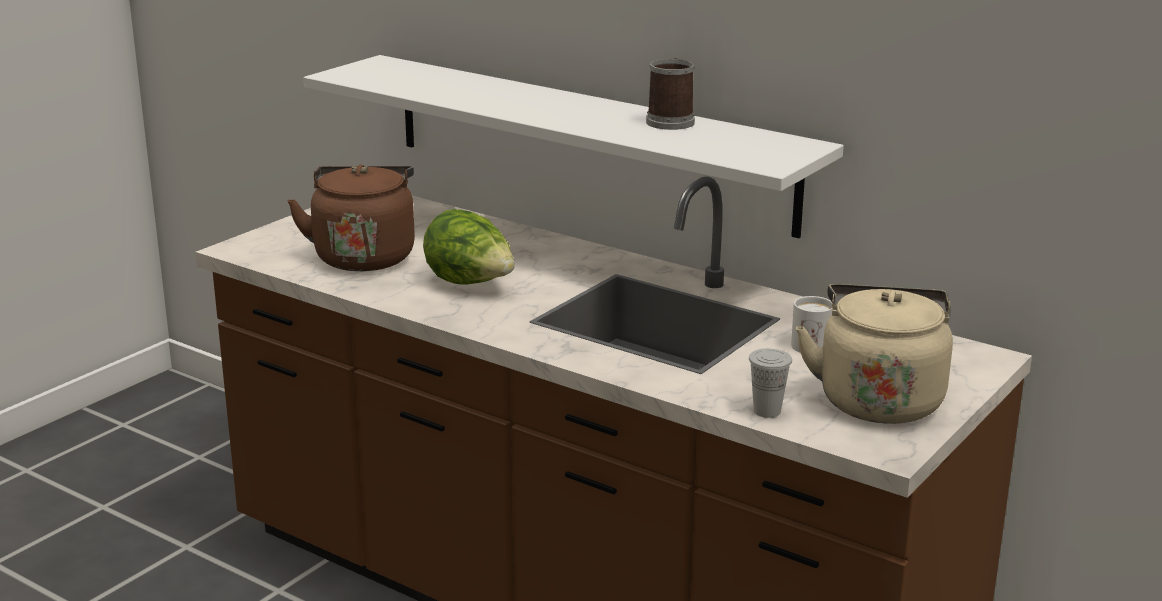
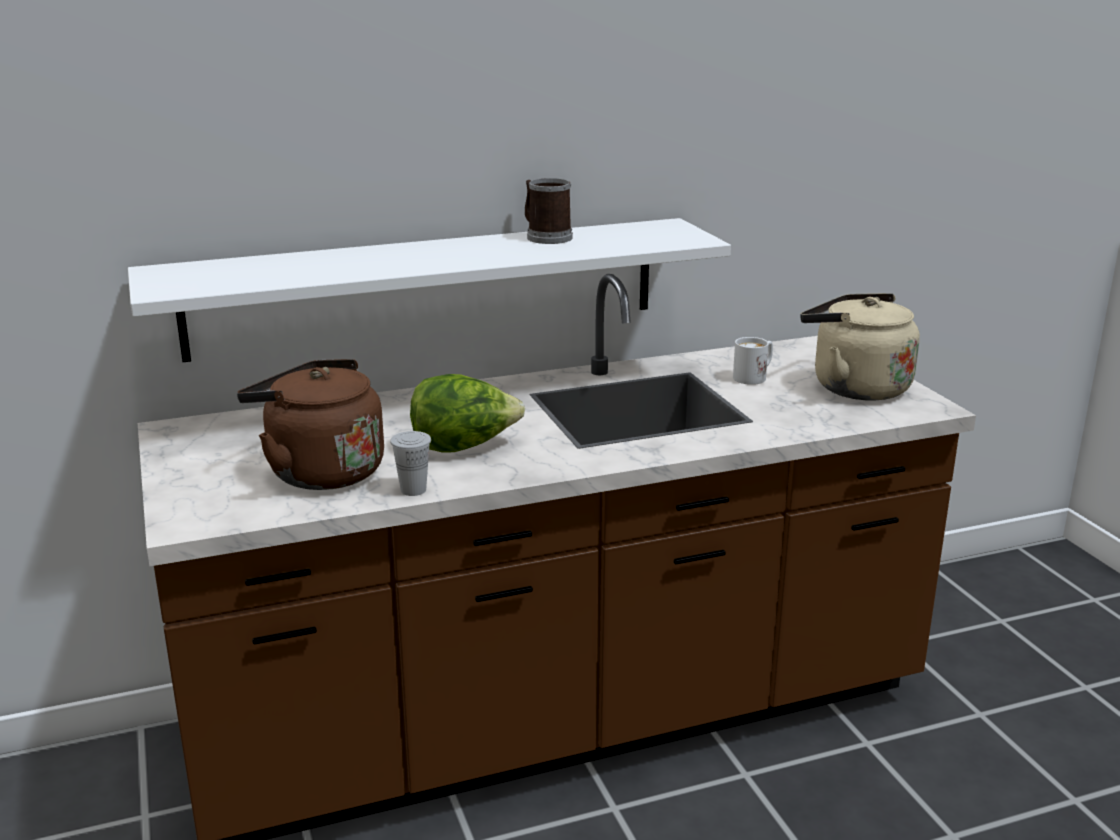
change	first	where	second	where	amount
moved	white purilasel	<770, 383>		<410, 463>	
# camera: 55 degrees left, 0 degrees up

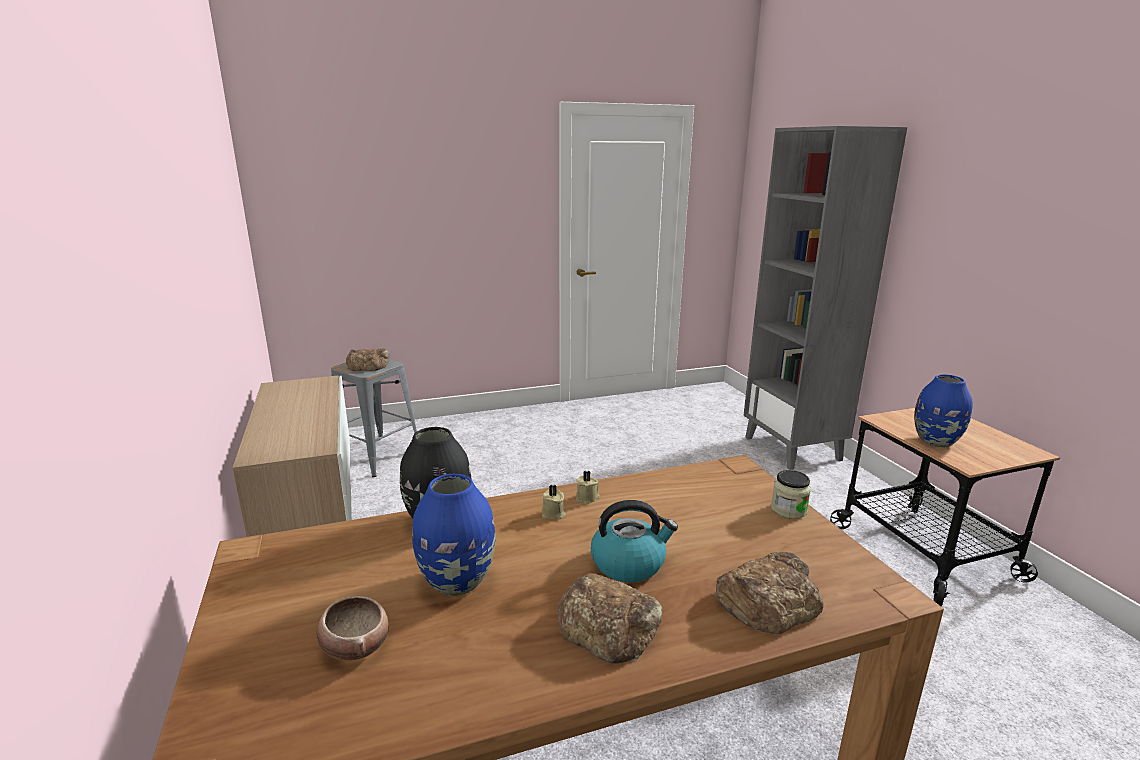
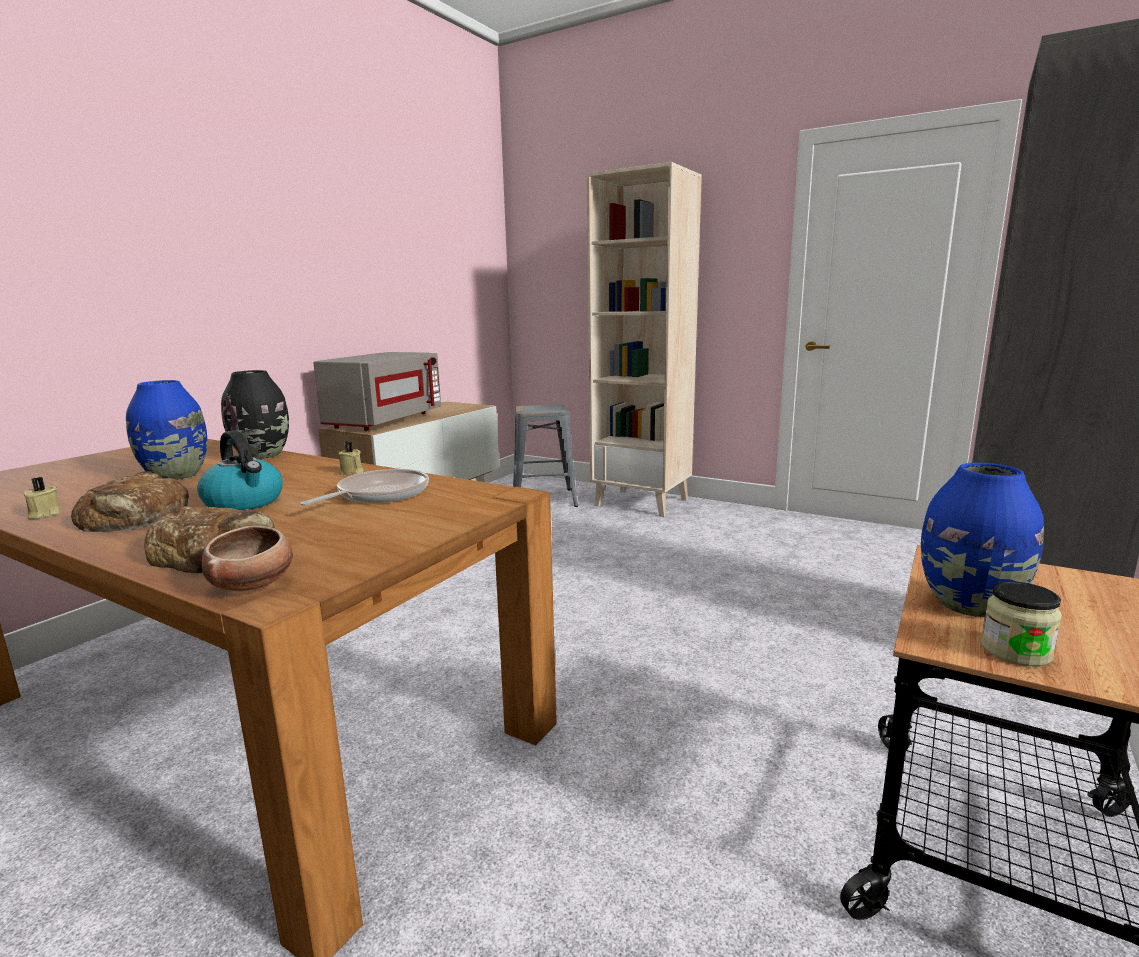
change	first	where	second	where	amount
removed	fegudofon	<368, 360>			
added			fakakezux	<364, 487>	
added			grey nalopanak	<377, 391>	
added			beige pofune	<644, 339>	
moved	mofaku	<353, 628>		<247, 558>	
moved	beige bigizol	<554, 502>		<42, 498>	
moved	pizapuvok	<791, 494>		<1021, 624>	
# camera: 50 degrees right, 5 degrees down

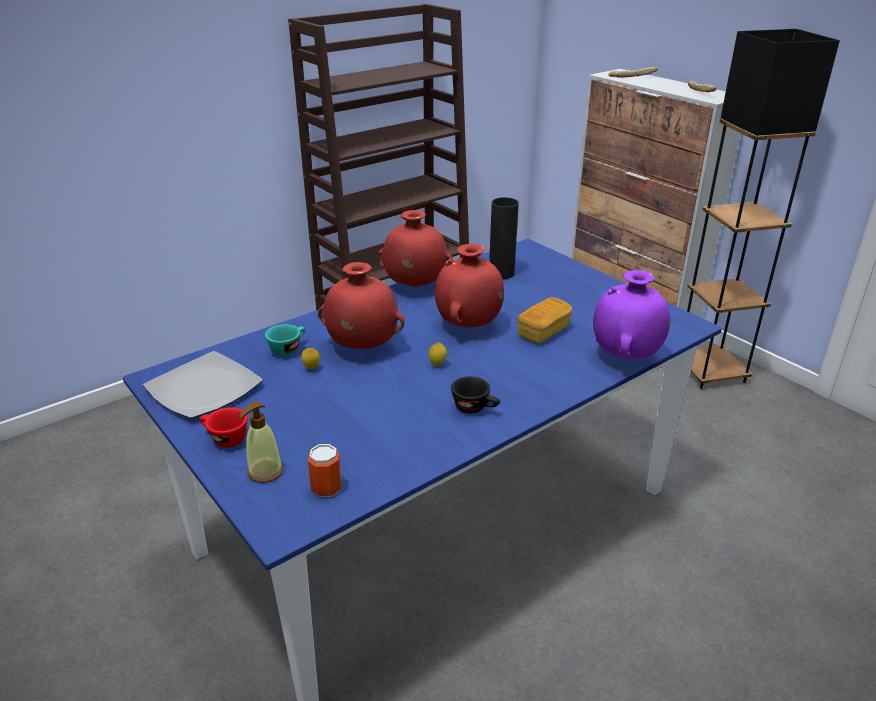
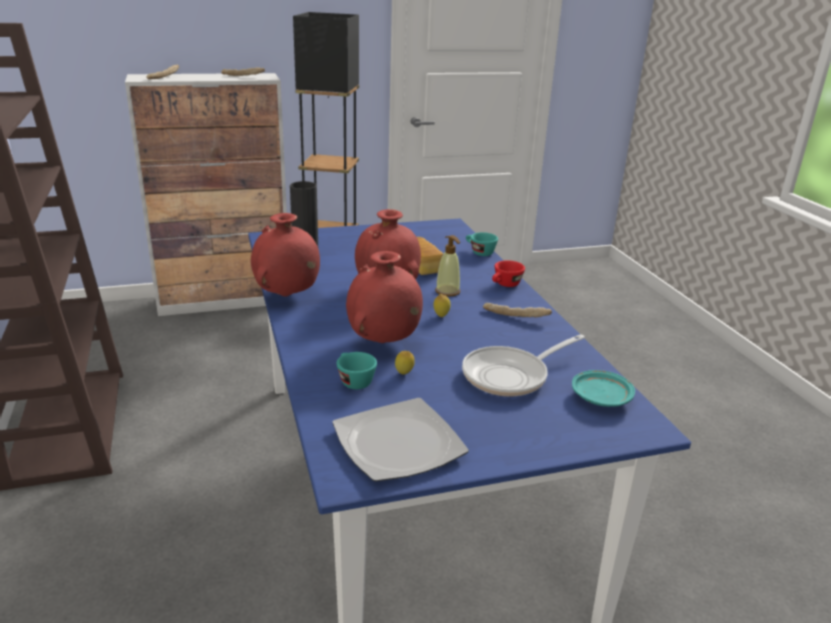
change	first	where	second	where	amount
added			fakakezux	<523, 365>	
moved	red purilasel	<223, 427>		<508, 273>	
moved	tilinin	<261, 442>		<447, 266>	
replaced	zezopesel	<325, 470>	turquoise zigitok	<603, 388>	
replaced	black purilasel	<475, 394>	fegudofon	<517, 310>	
replaced	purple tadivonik	<631, 314>	turquoise purilasel	<482, 244>	
# camera: 70 degrees left, 5 degrees down

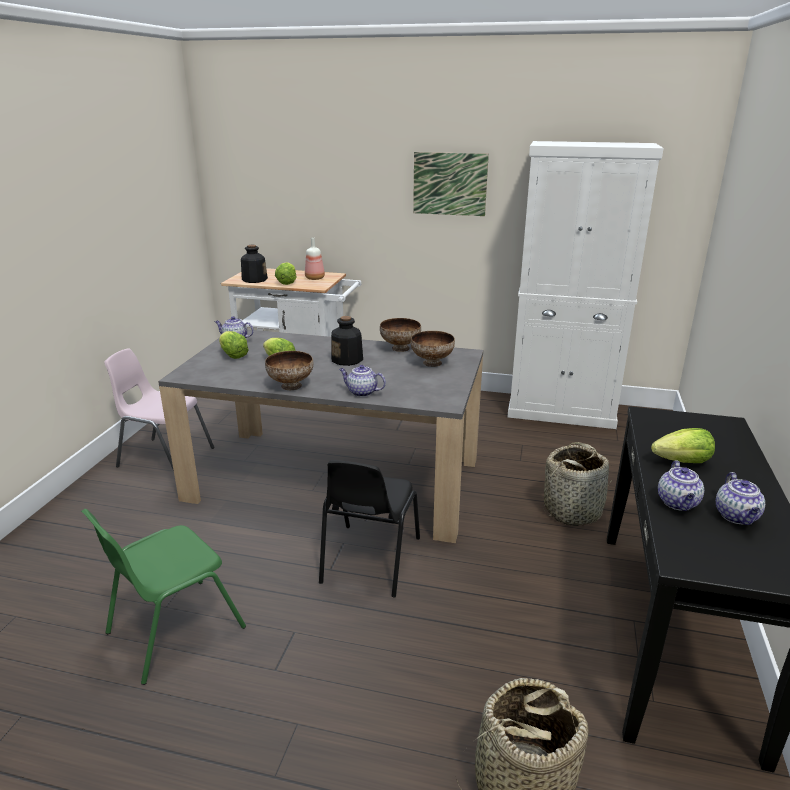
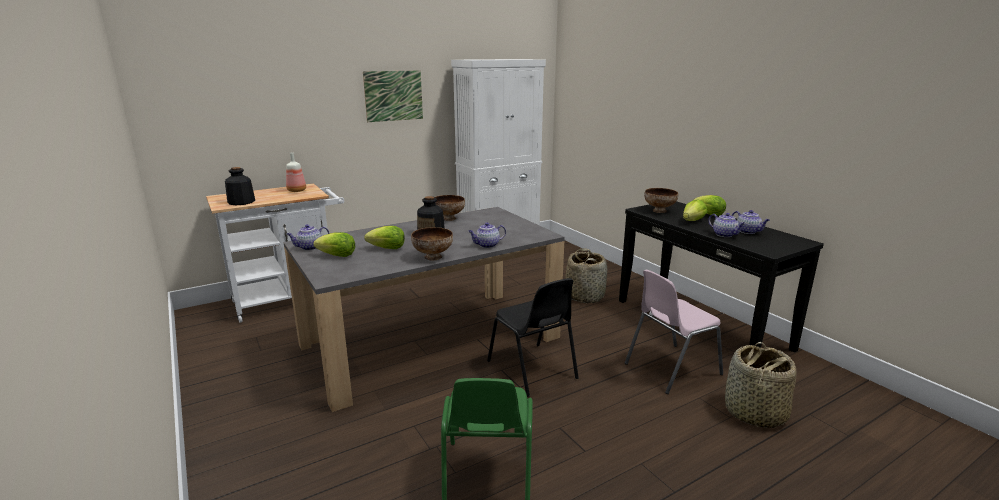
change	first	where	second	where	amount
moved	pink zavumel	<159, 409>		<674, 332>	
moved	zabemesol	<285, 273>		<709, 205>	
moved	mofaku	<433, 349>		<661, 200>	
# camera: 45 degrees left, 5 degrees down

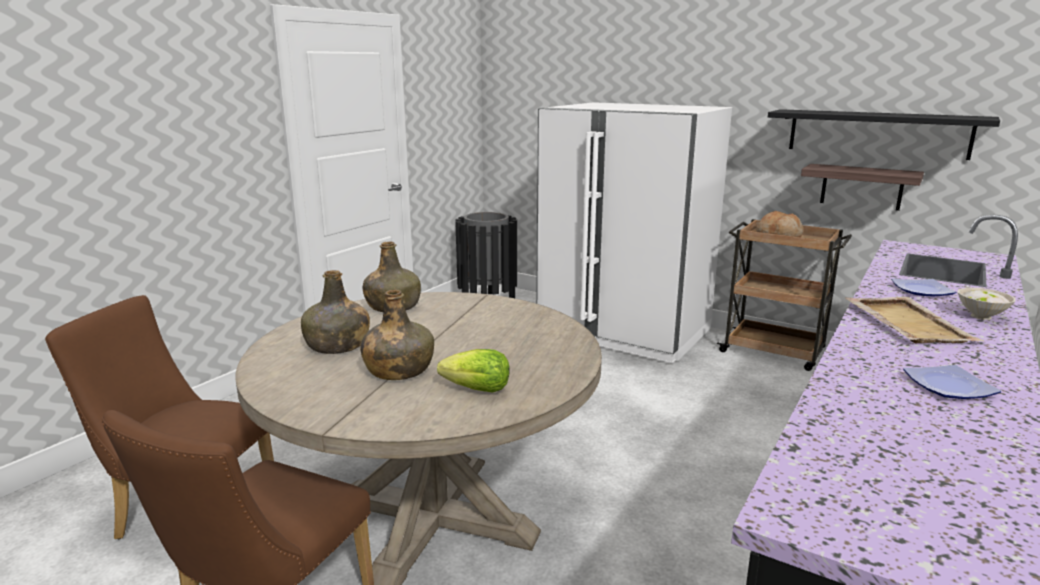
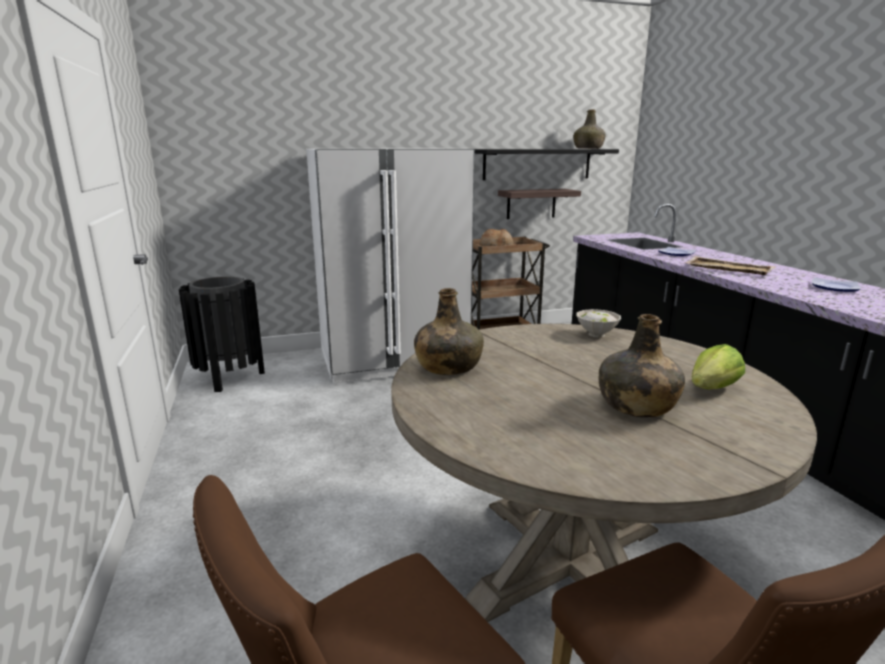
change	first	where	second	where	amount
moved	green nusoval	<335, 312>		<590, 129>	
moved	white mofaku	<986, 304>		<598, 323>	
# camera: 50 degrees left, 0 degrees up

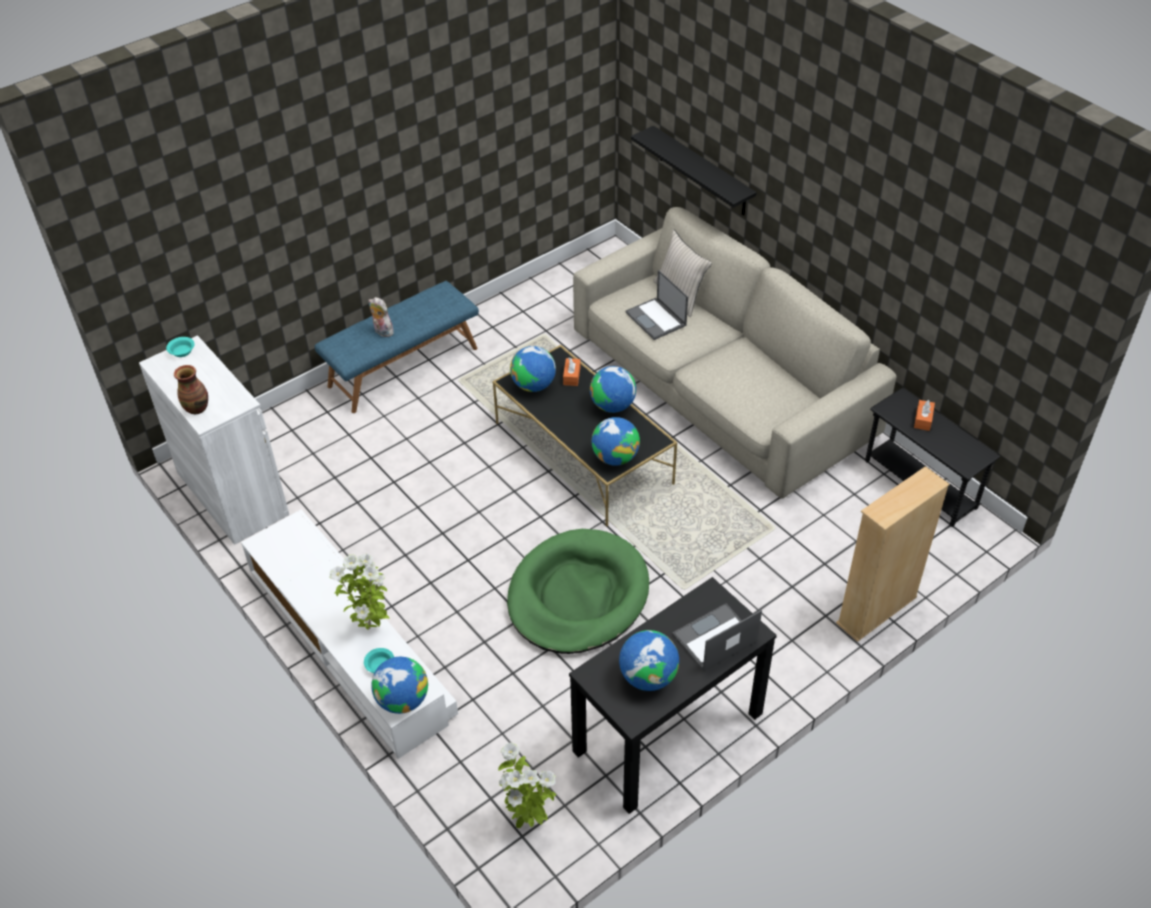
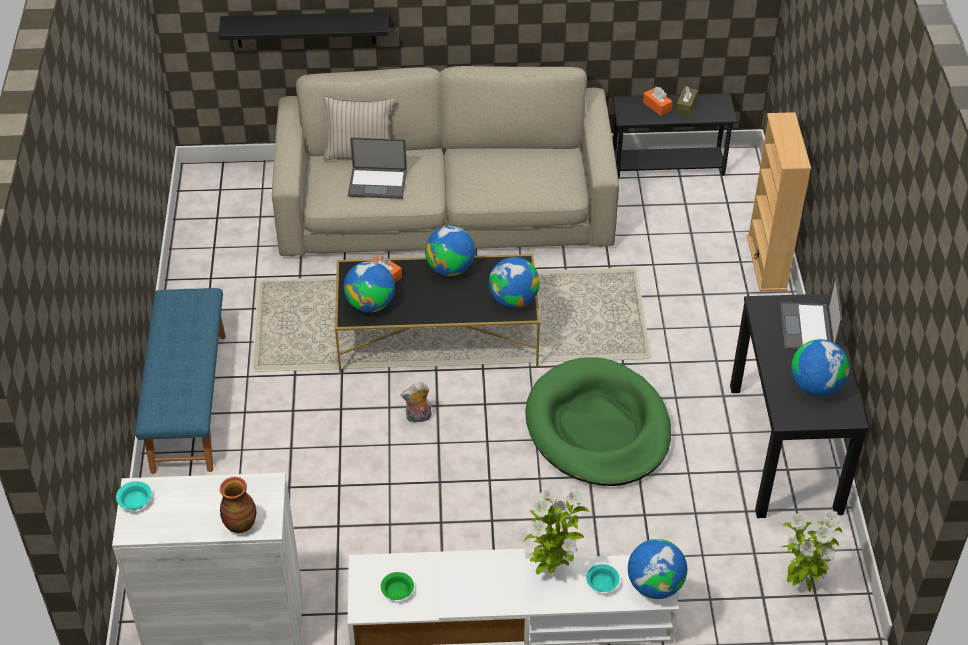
change	first	where	second	where	amount
added			green mofaku	<397, 586>	
added			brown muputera	<687, 101>	
moved	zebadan	<381, 317>		<416, 402>	
# camera: 55 degrees left, 0 degrees up

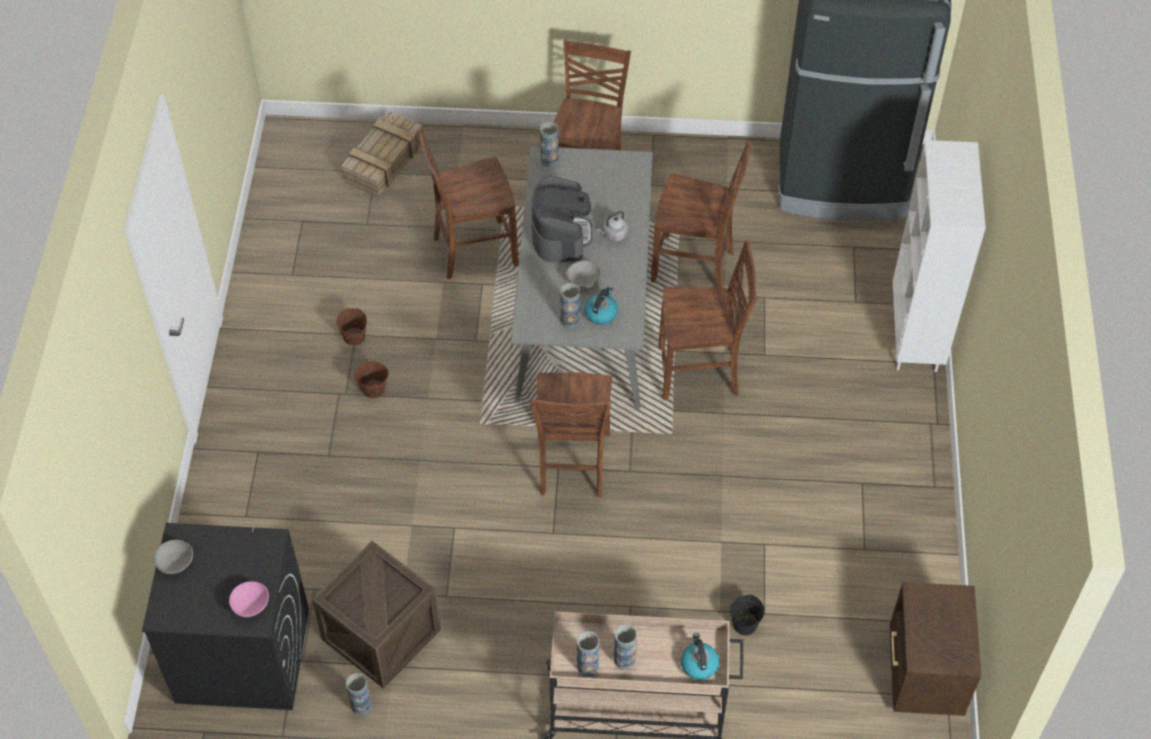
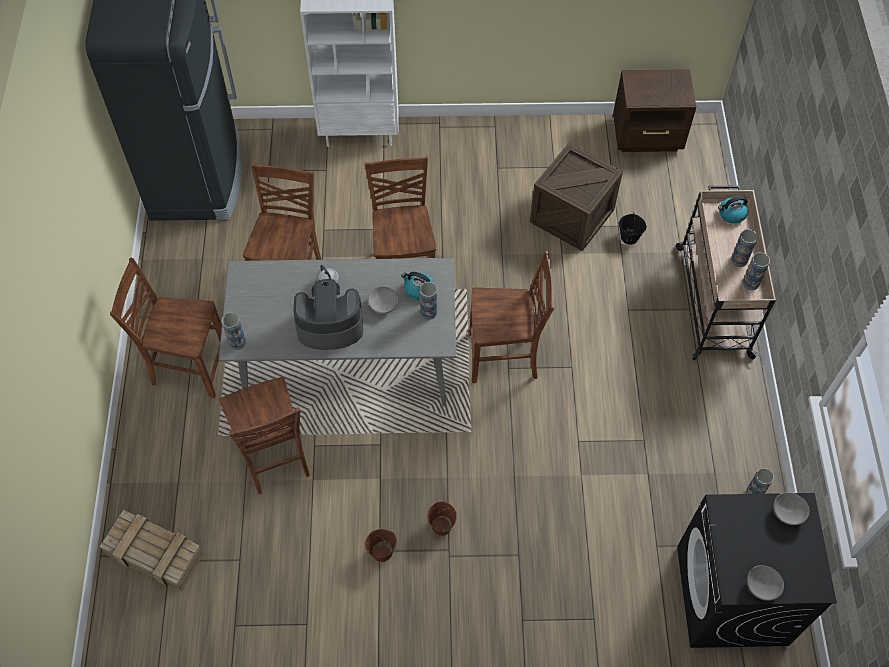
change	first	where	second	where	amount
moved	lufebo	<376, 615>		<576, 197>	
recoloured	pink mofaku	<249, 599>	grey mofaku	<791, 508>	
# camera: 95 degrees left, 5 degrees up

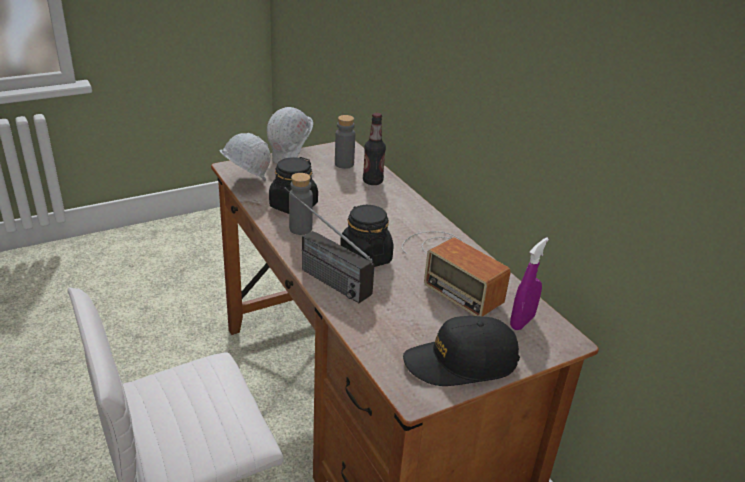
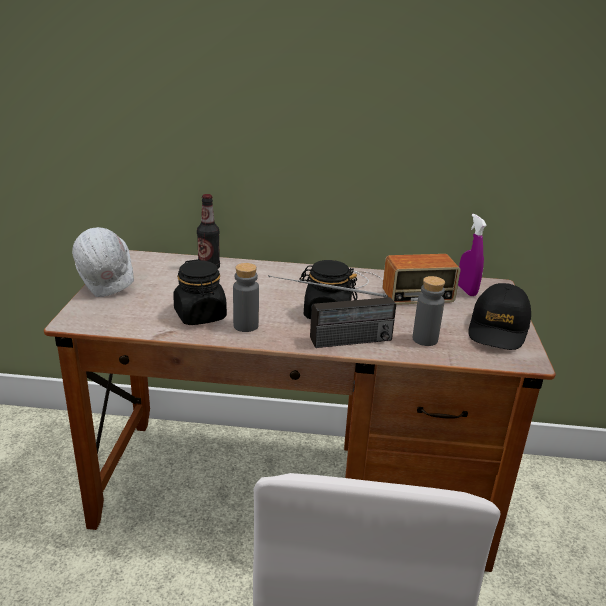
change	first	where	second	where	amount
removed	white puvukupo	<245, 157>			
moved	grey nusoval	<345, 142>		<429, 311>	
# camera: 55 degrees left, 5 degrees down

